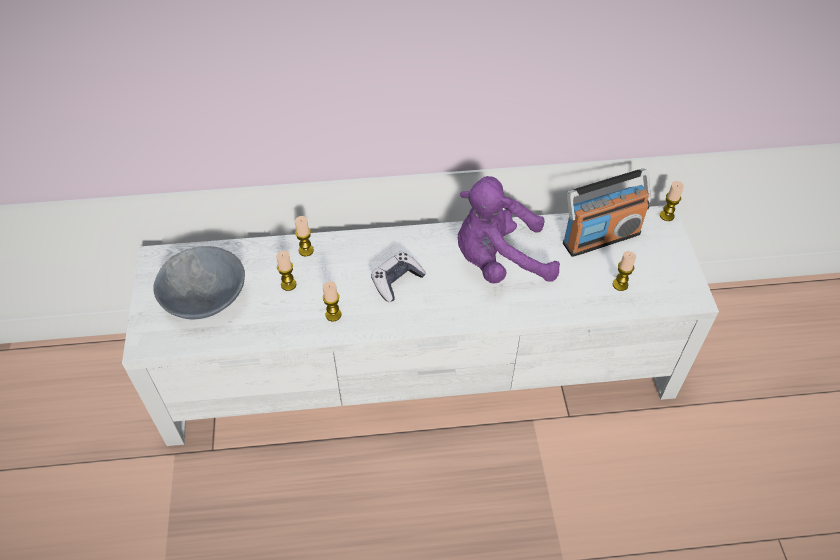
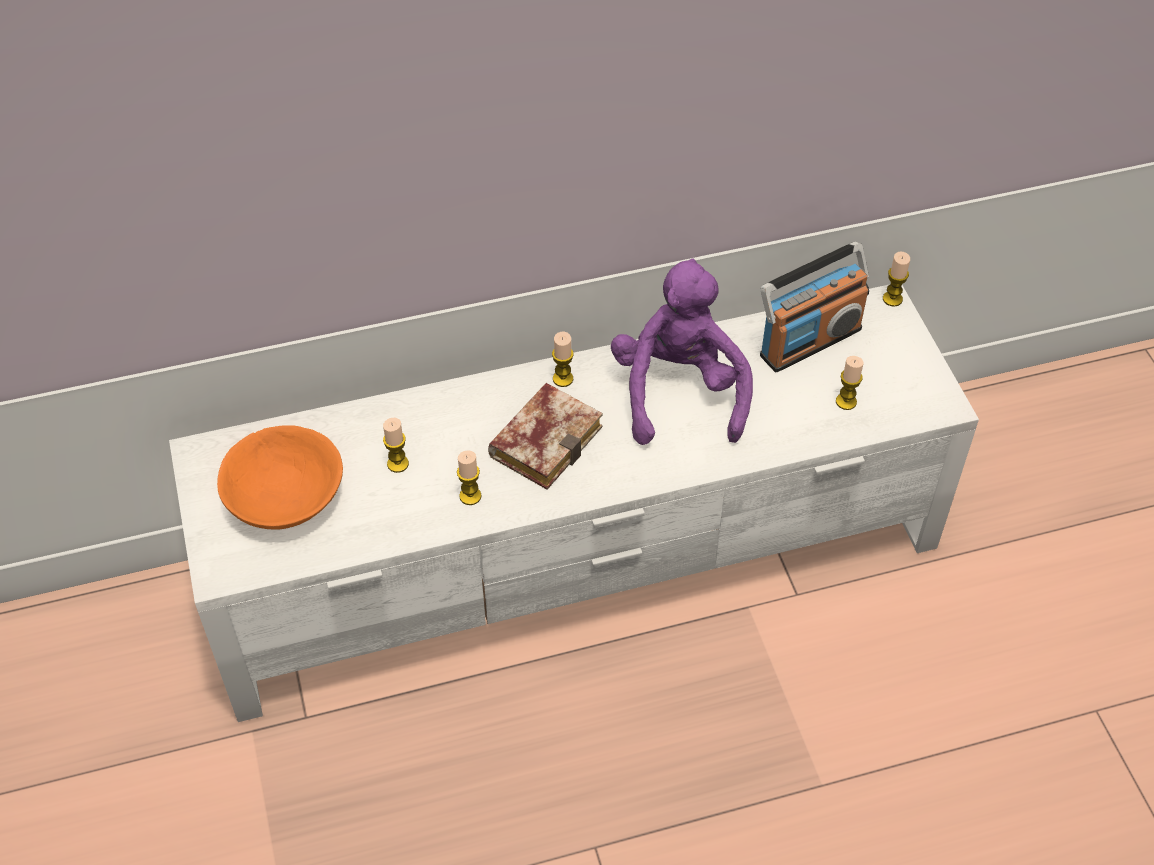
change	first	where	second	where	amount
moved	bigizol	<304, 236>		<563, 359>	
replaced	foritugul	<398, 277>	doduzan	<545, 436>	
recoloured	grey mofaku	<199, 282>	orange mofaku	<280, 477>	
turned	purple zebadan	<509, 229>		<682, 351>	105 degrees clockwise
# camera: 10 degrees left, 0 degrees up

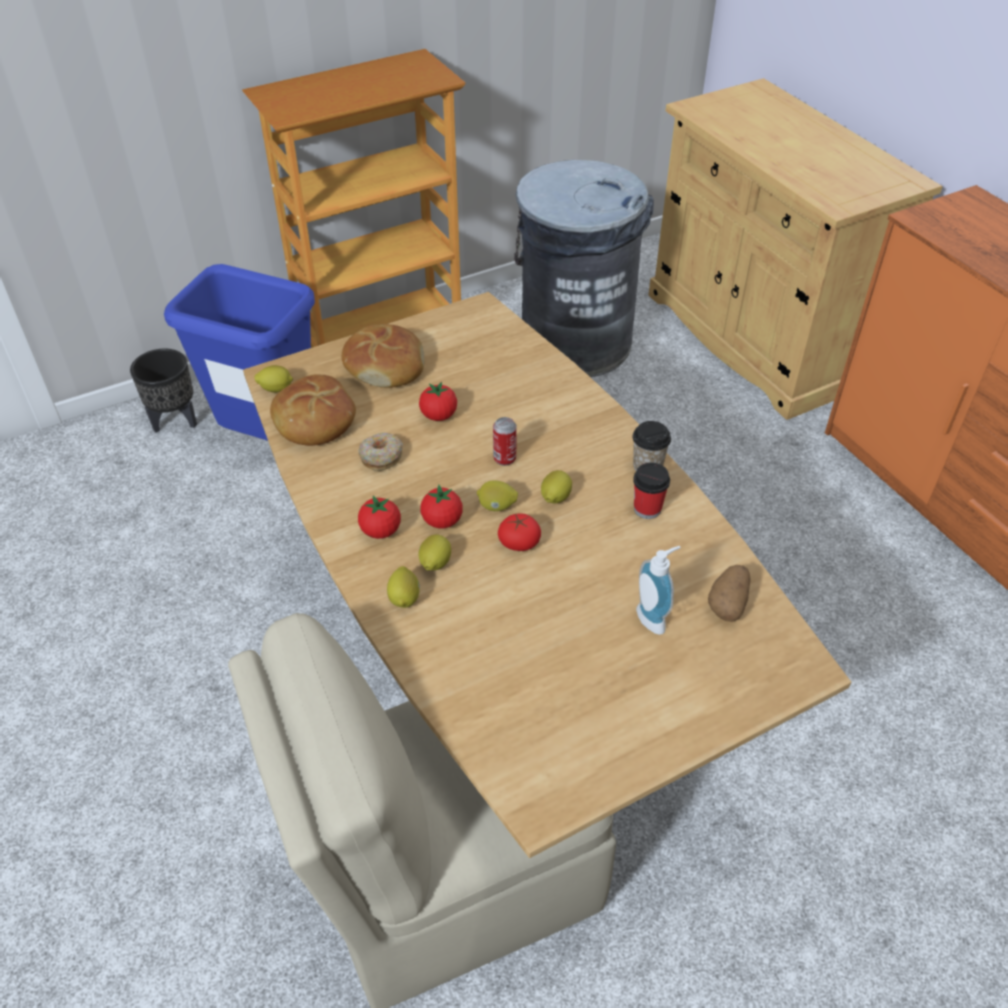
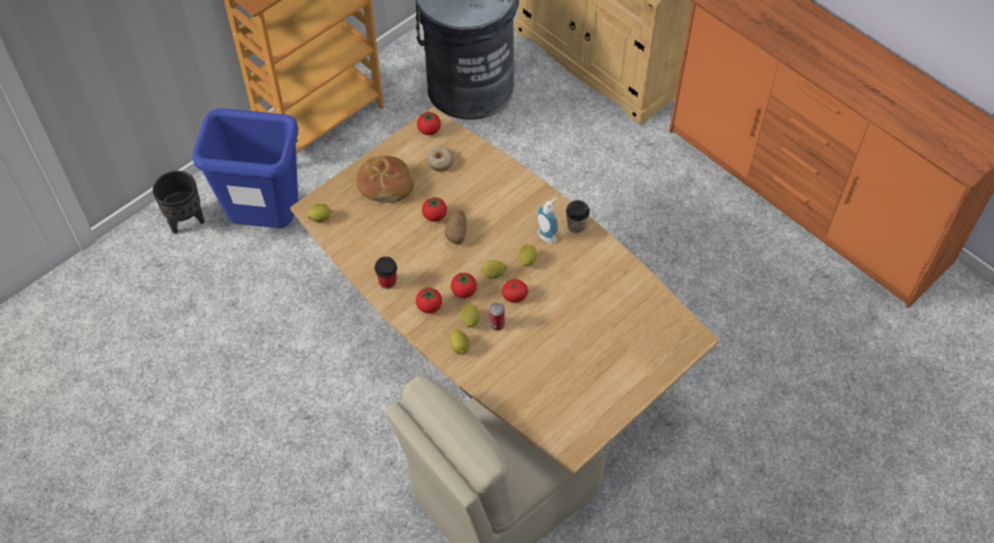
change	first	where	second	where	amount
removed	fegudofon	<313, 410>			
added			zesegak	<429, 123>	
moved	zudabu	<381, 452>		<440, 159>	
moved	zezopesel	<505, 441>		<497, 316>	
moved	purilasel	<651, 491>		<386, 273>	
moved	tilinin	<658, 590>		<548, 220>	
moved	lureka	<729, 593>		<455, 227>	
# camera: 15 degrees left, 10 degrees up

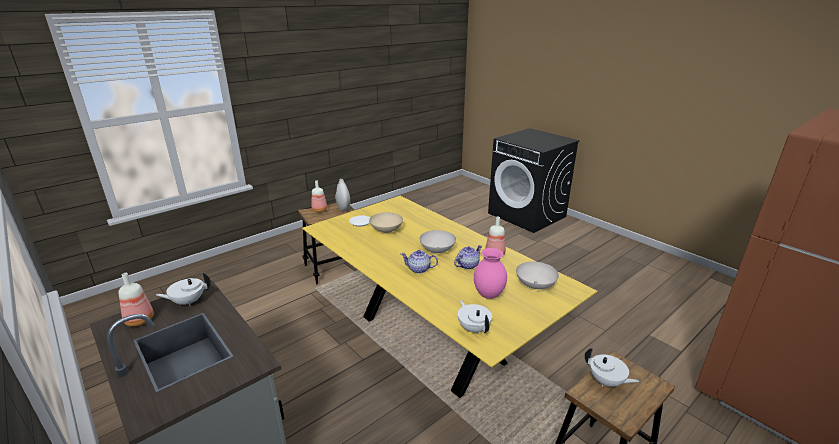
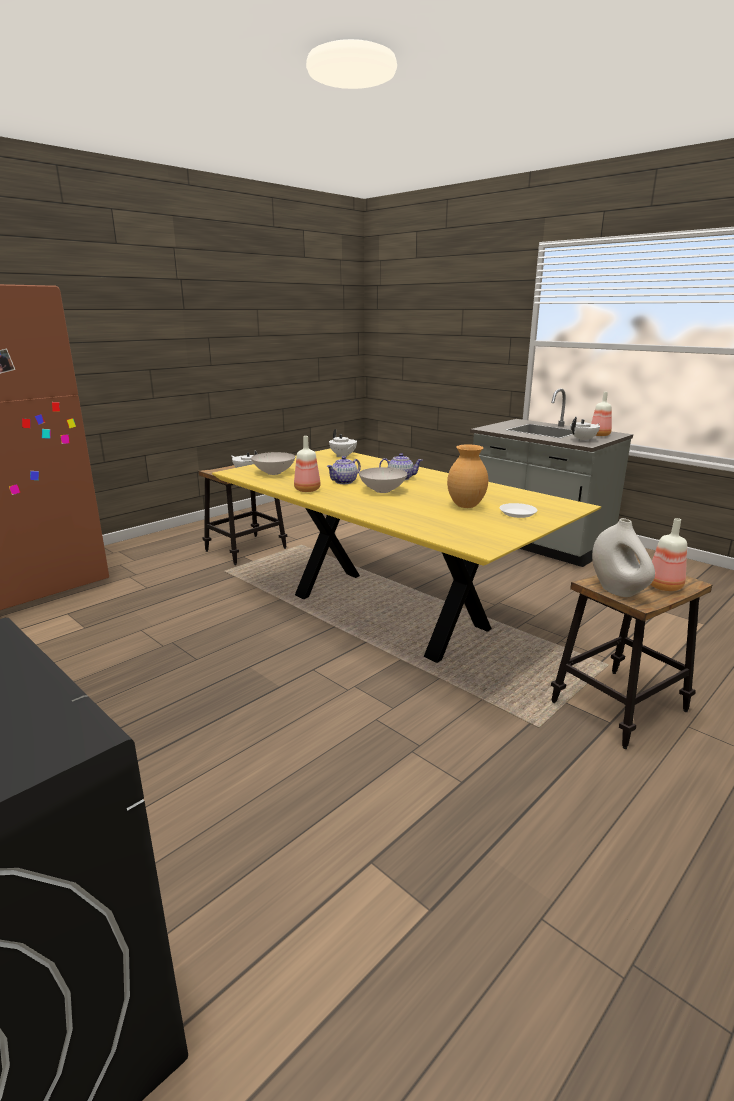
change	first	where	second	where	amount
removed	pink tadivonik	<490, 273>			
replaced	beige mofaku	<386, 222>	brown tadivonik	<467, 476>	
# camera: 175 degrees right, 5 degrees down

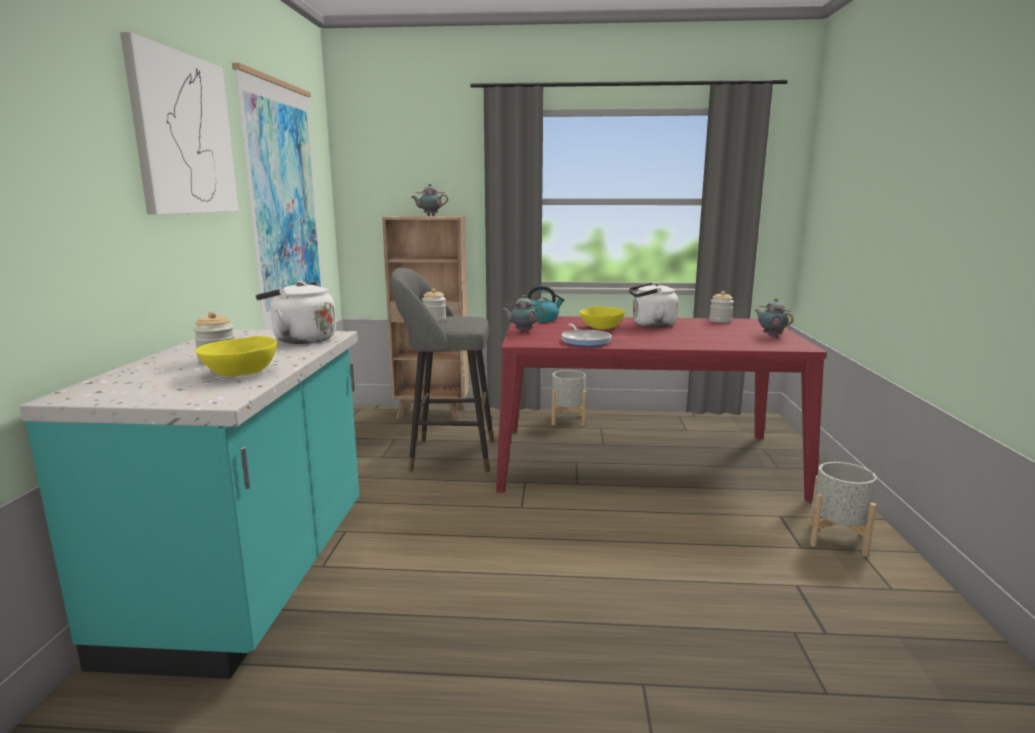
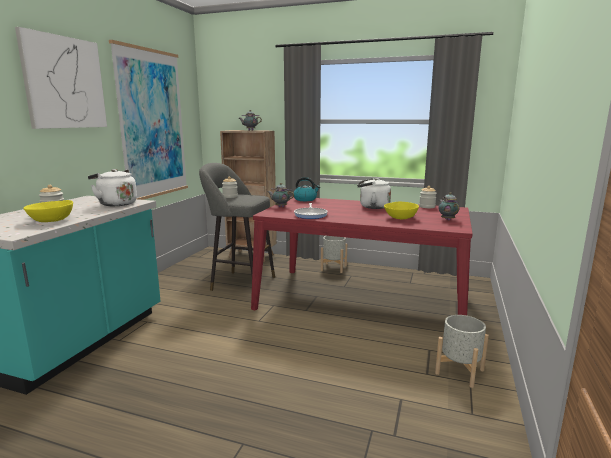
change	first	where	second	where	amount
moved	yellow mofaku	<602, 318>		<401, 210>	
# camera: 15 degrees right, 0 degrees up

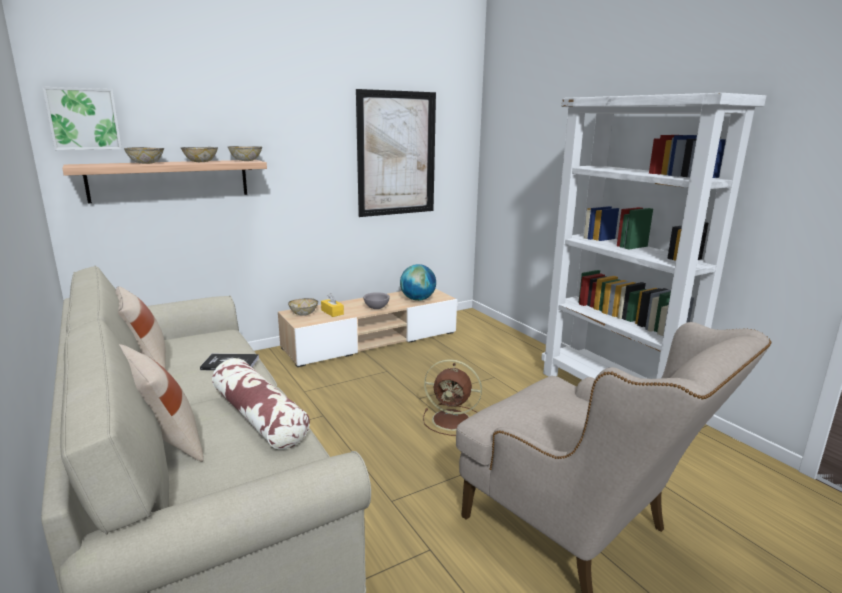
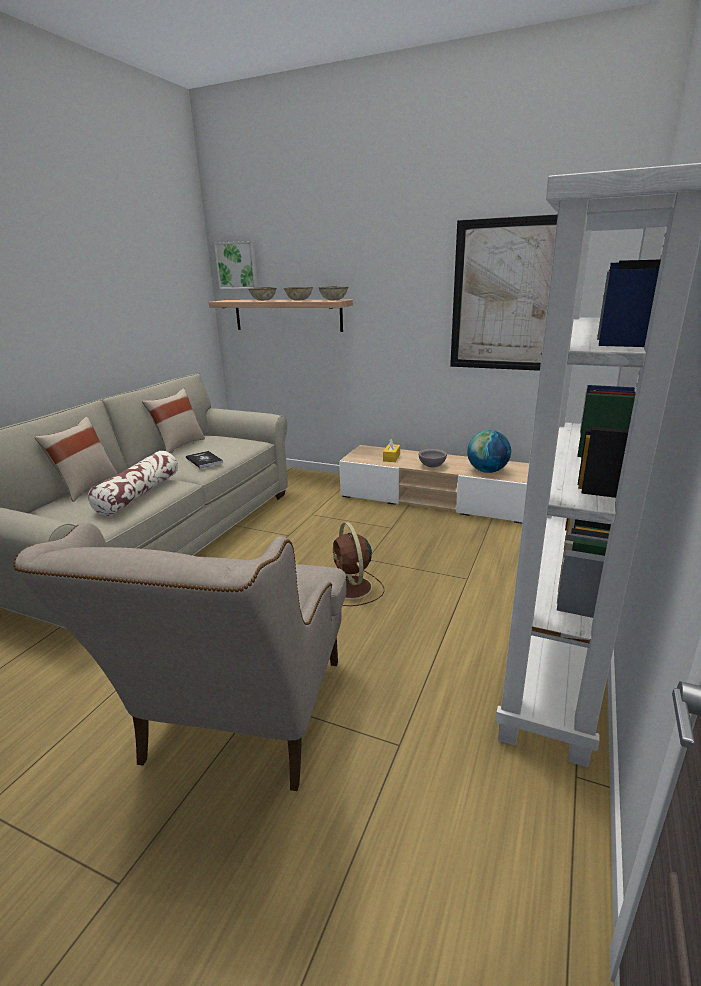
change	first	where	second	where	amount
removed	mofaku	<303, 307>			
# camera: 55 degrees right, 5 degrees up

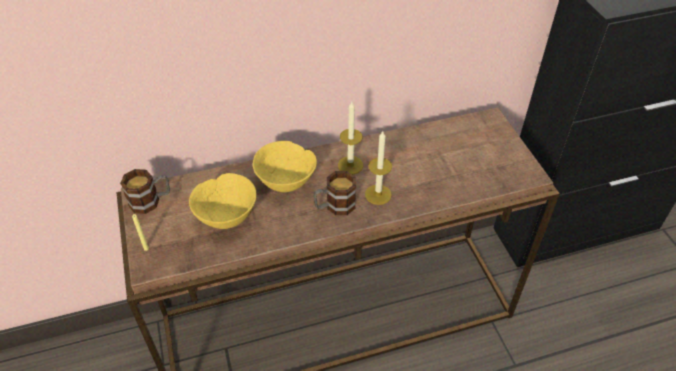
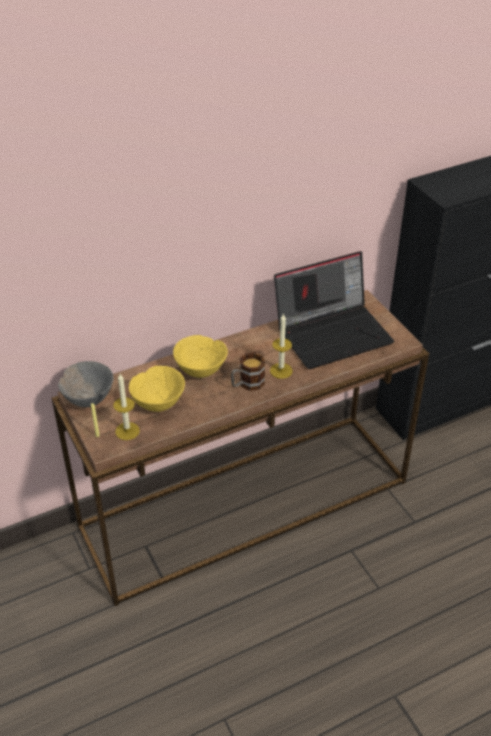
change	first	where	second	where	amount
added			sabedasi	<334, 310>	
moved	bigizol	<350, 138>		<126, 407>	
replaced	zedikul	<145, 191>	grey mofaku	<85, 384>	
# camera: 10 degrees left, 5 degrees down

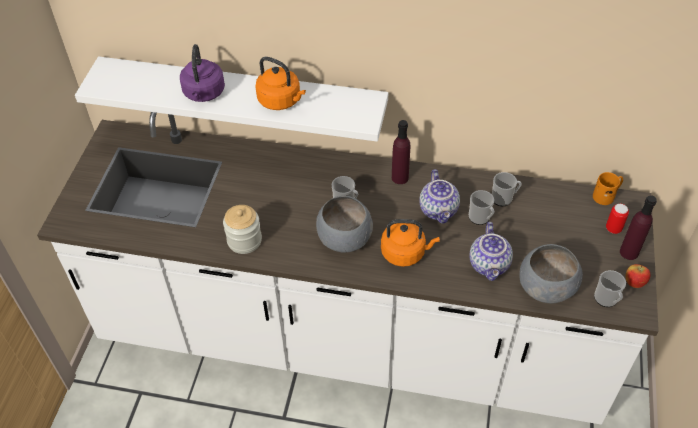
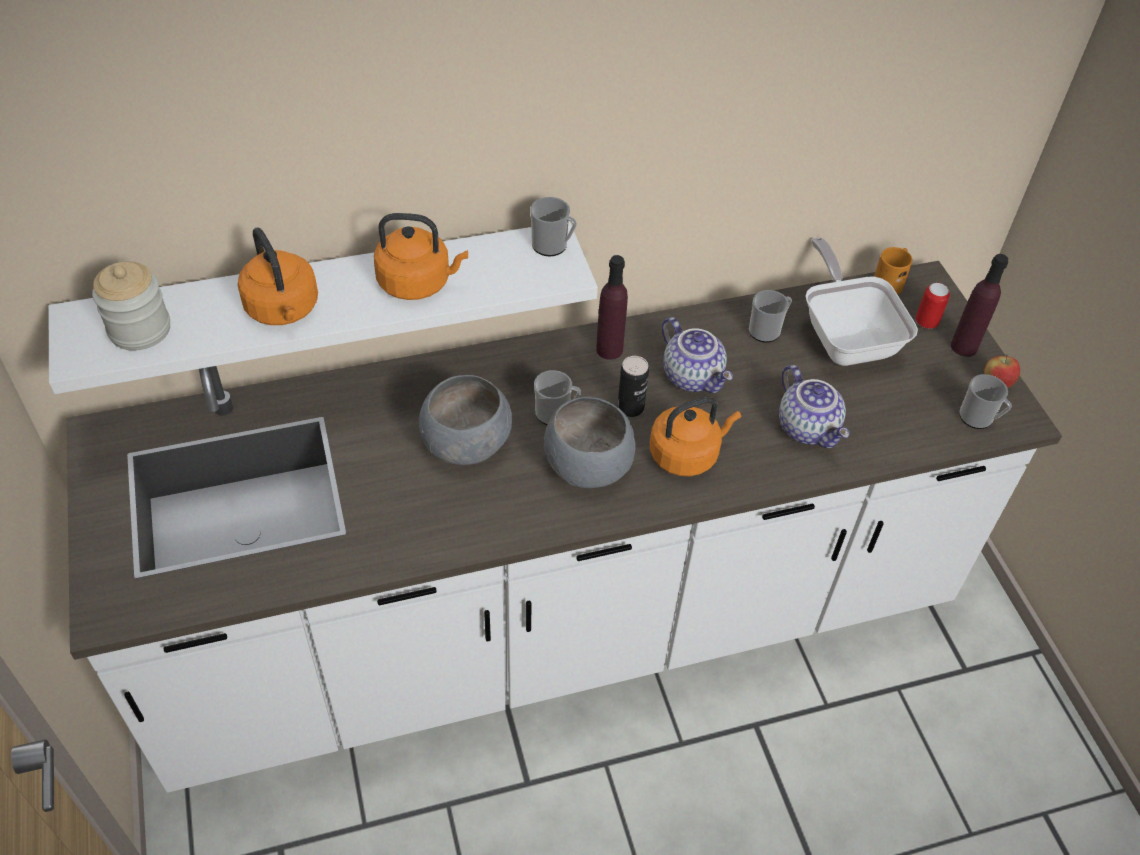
change	first	where	second	where	amount
added			zezopesel	<633, 386>	
added			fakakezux	<862, 301>	
moved	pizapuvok	<242, 229>		<131, 306>	
moved	zedikul	<481, 207>		<553, 226>	
moved	grey mofaku	<551, 273>		<465, 420>	
recoloured	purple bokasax	<202, 73>	orange bokasax	<277, 276>	
# camera: 30 degrees left, 0 degrees up

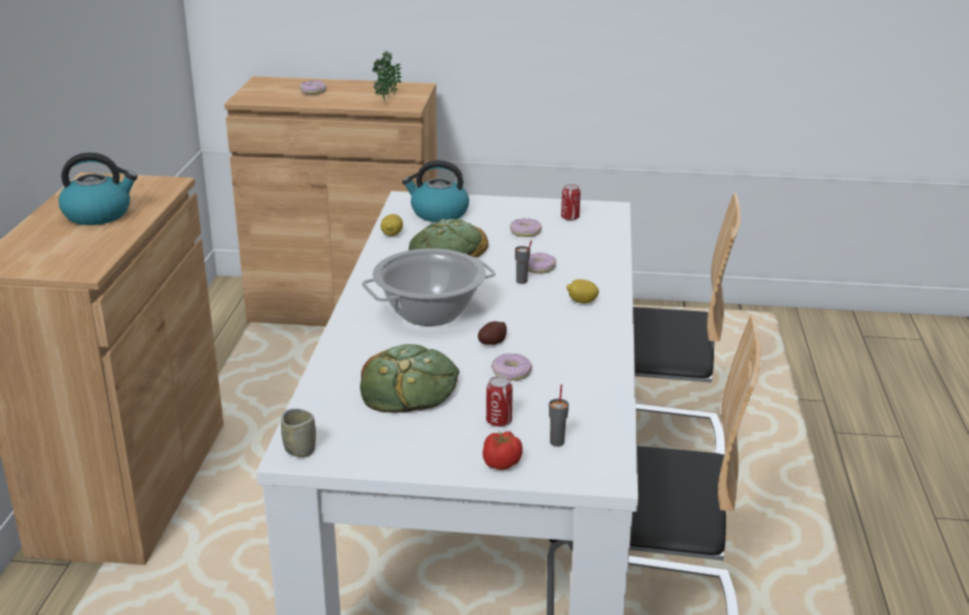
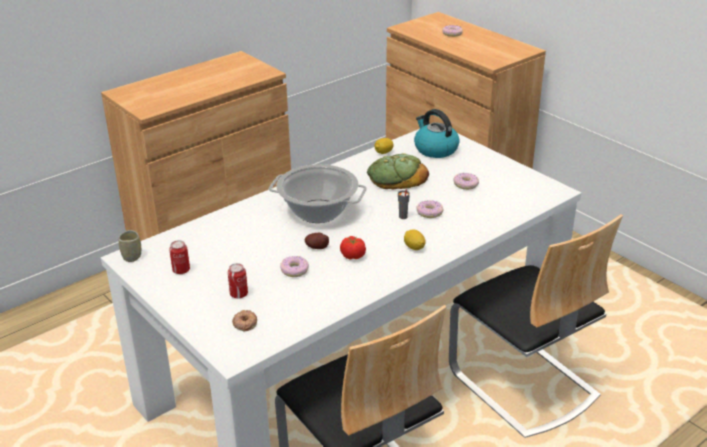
change	first	where	second	where	amount
removed	bokasax	<98, 189>			
removed	fegudofon	<409, 378>			
removed	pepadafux	<386, 77>			
moved	zesegak	<503, 450>		<353, 248>	
moved	zezopesel	<571, 202>		<179, 257>	
replaced	grey purilasel	<559, 415>	zudabu	<244, 320>	
# camera: 45 degrees right, 5 degrees up

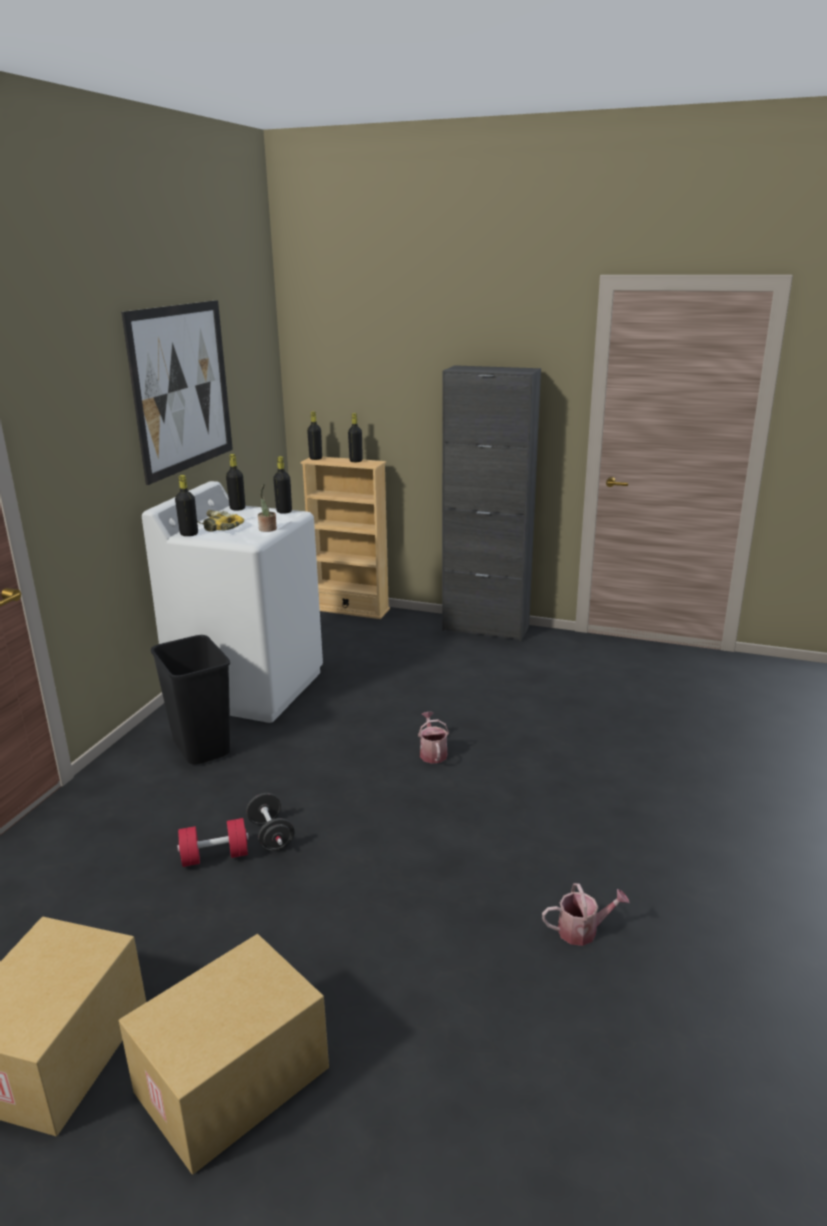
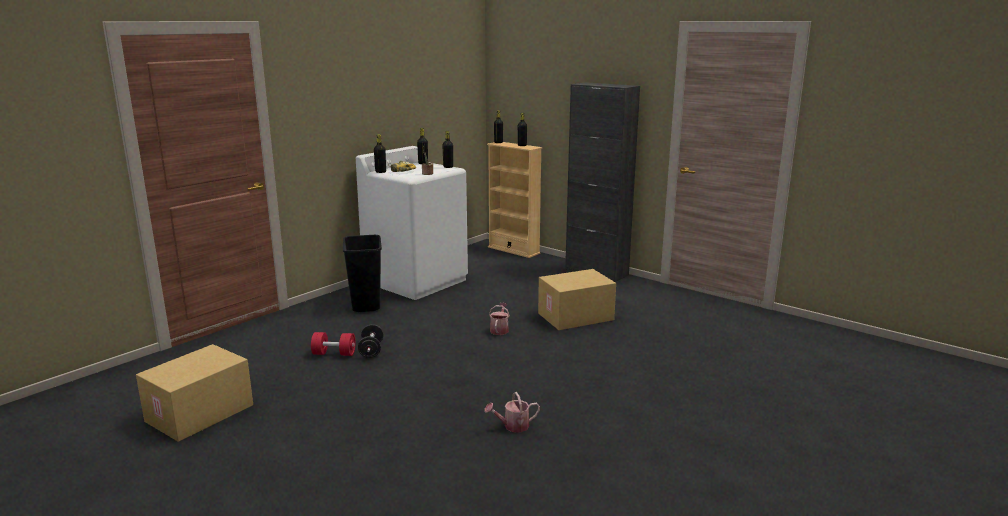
change	first	where	second	where	amount
removed	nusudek	<177, 392>			
moved	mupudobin	<224, 1054>		<577, 299>	
turned	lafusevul	<585, 914>		<512, 412>	150 degrees clockwise
# camera: 20 degrees right, 5 degrees down

